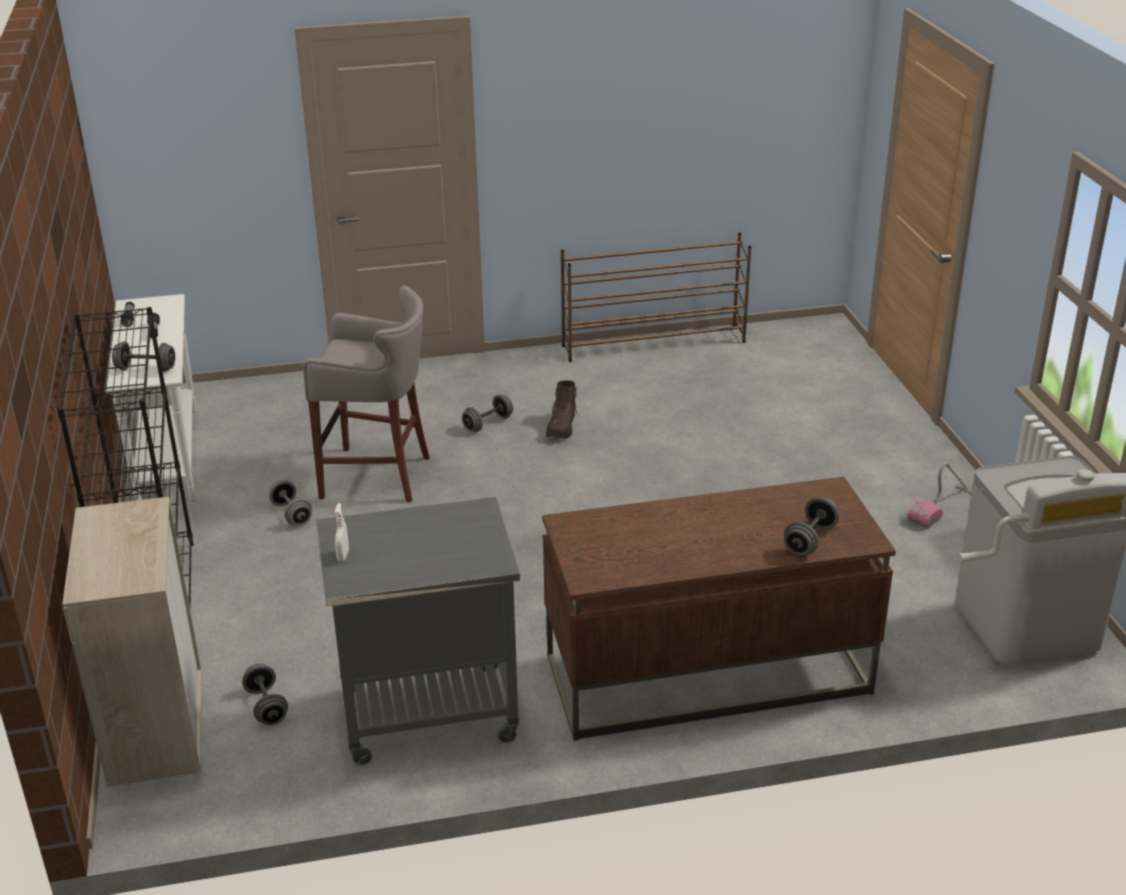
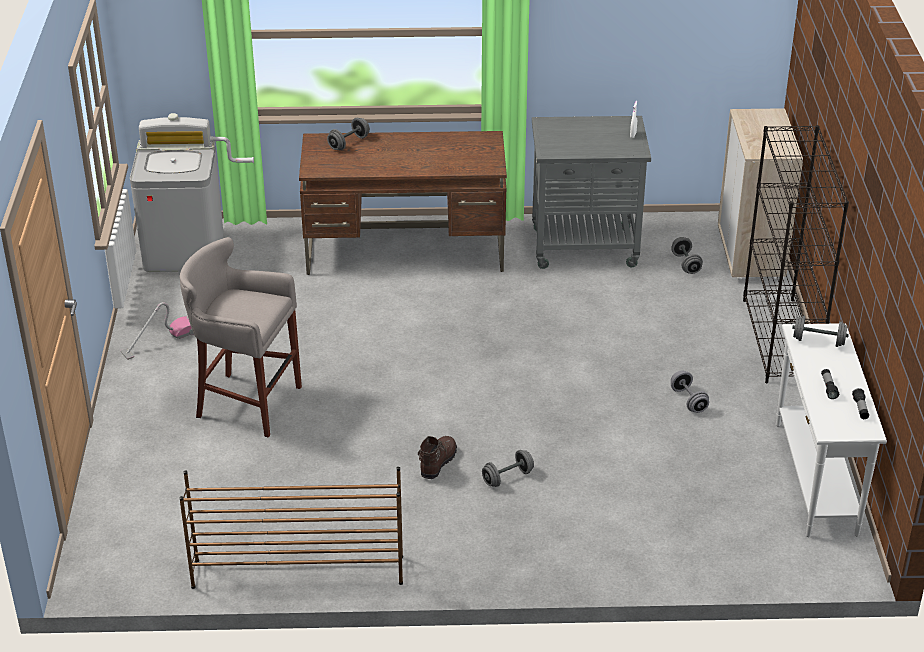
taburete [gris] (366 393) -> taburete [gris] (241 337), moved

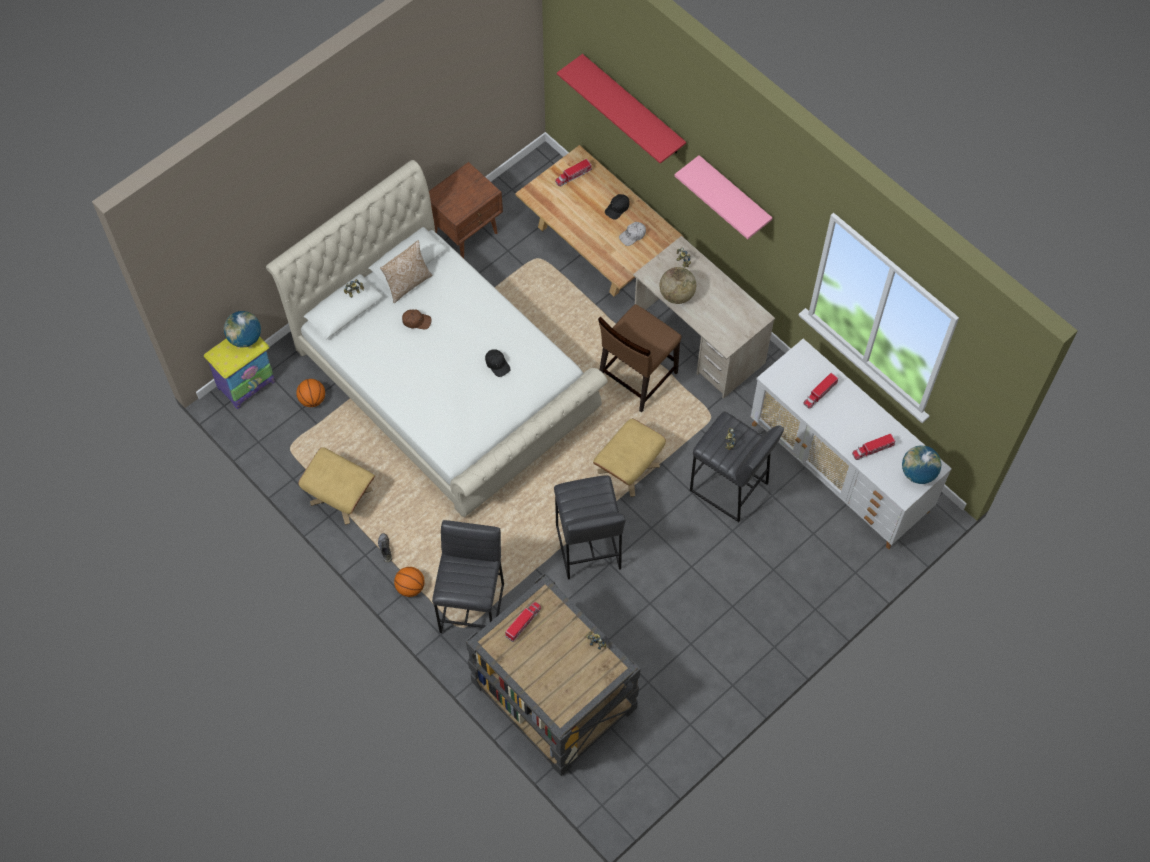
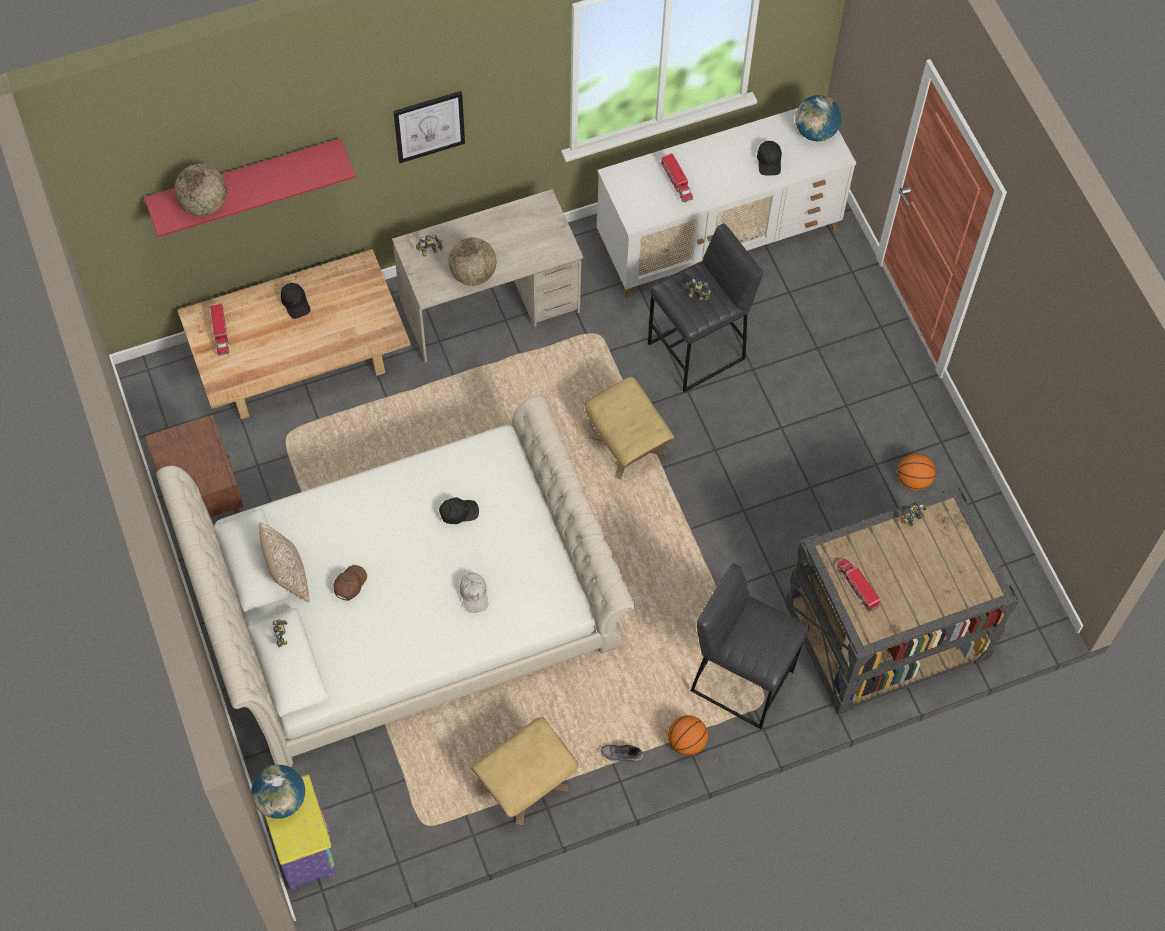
none -> globo terráqueo (200 190)
estante [rosa] (723 197) -> cuadro (429 127)
gorra [blanco] (632 234) -> gorra [blanco] (474 593), moved
camión de juguete (873 447) -> gorra [negro] (769 158)
balón de baloncesto (310 393) -> balón de baloncesto (917 472), moved
taburete [gris] (590 527) -> none
silla [marrón] (639 358) -> none

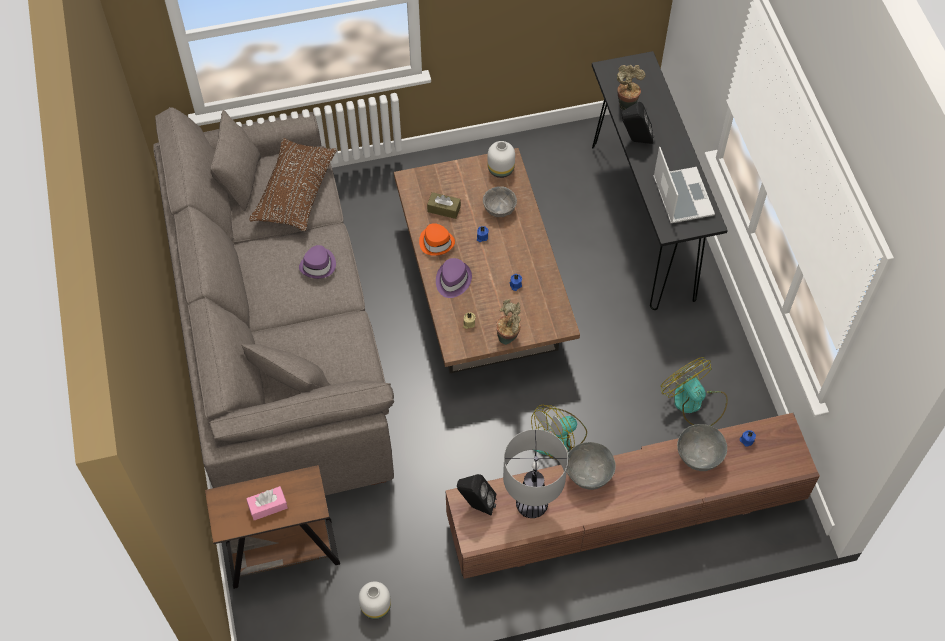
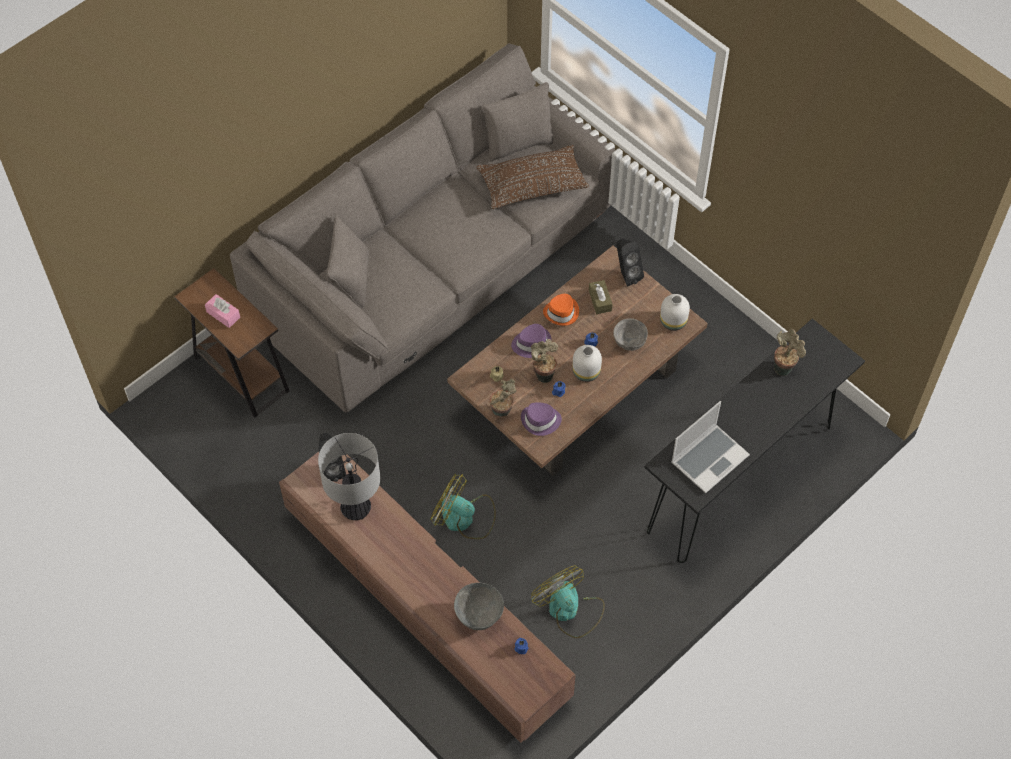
sombrero [morado] (317 262) -> sombrero [morado] (541 419), moved
none -> planta en maceta (544 361)
ventilador (694 391) -> ventilador (568 601), 60 degrees counterclockwise
florero [blanco] (375 600) -> florero [blanco] (587 363), moved
altavoz [negro] (637 123) -> altavoz [negro] (630 262), moved
cuenco [gris] (591 466) -> none

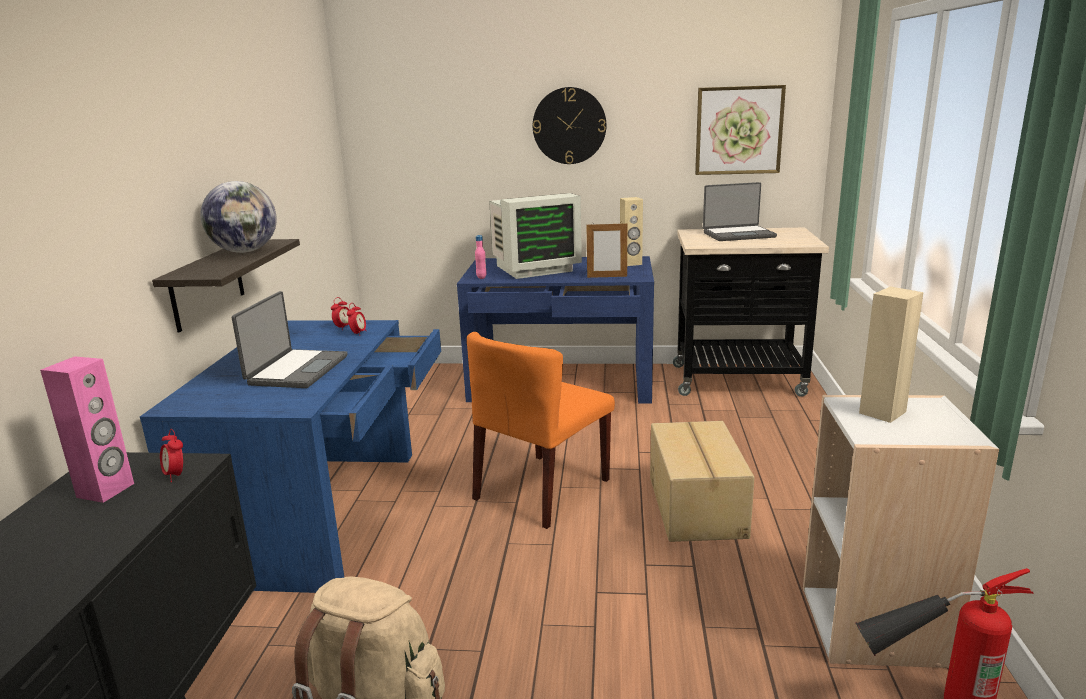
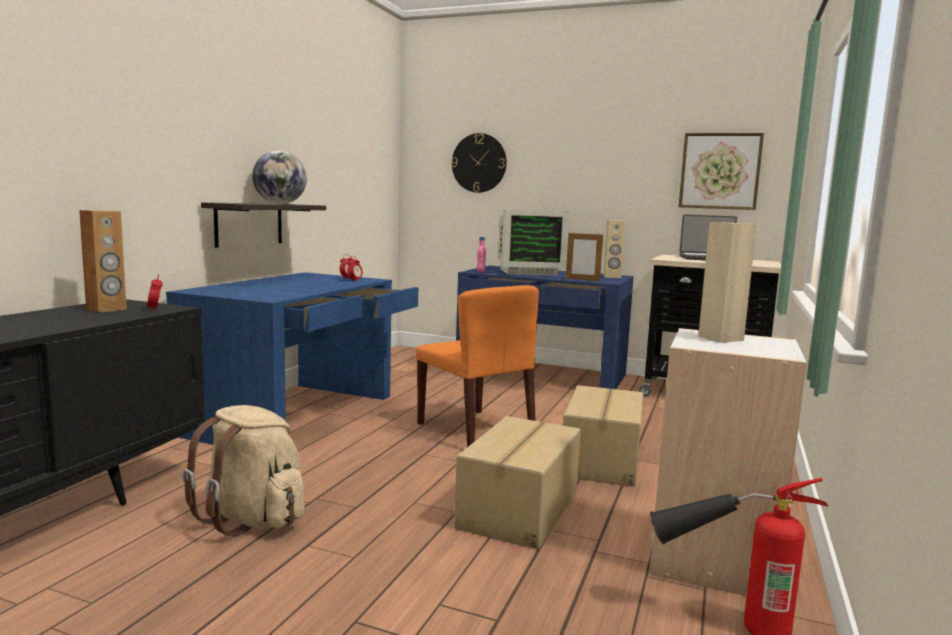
altavoz [rosa] (87 429) -> altavoz [marrón] (103 261)
silla [naranja] (541 430) -> silla [naranja] (477 366), 90 degrees counterclockwise
reloj de pared (569 125) -> reloj de pared (479 163), moved
none -> caja de cartón (517 483)
portátil (290 339) -> none

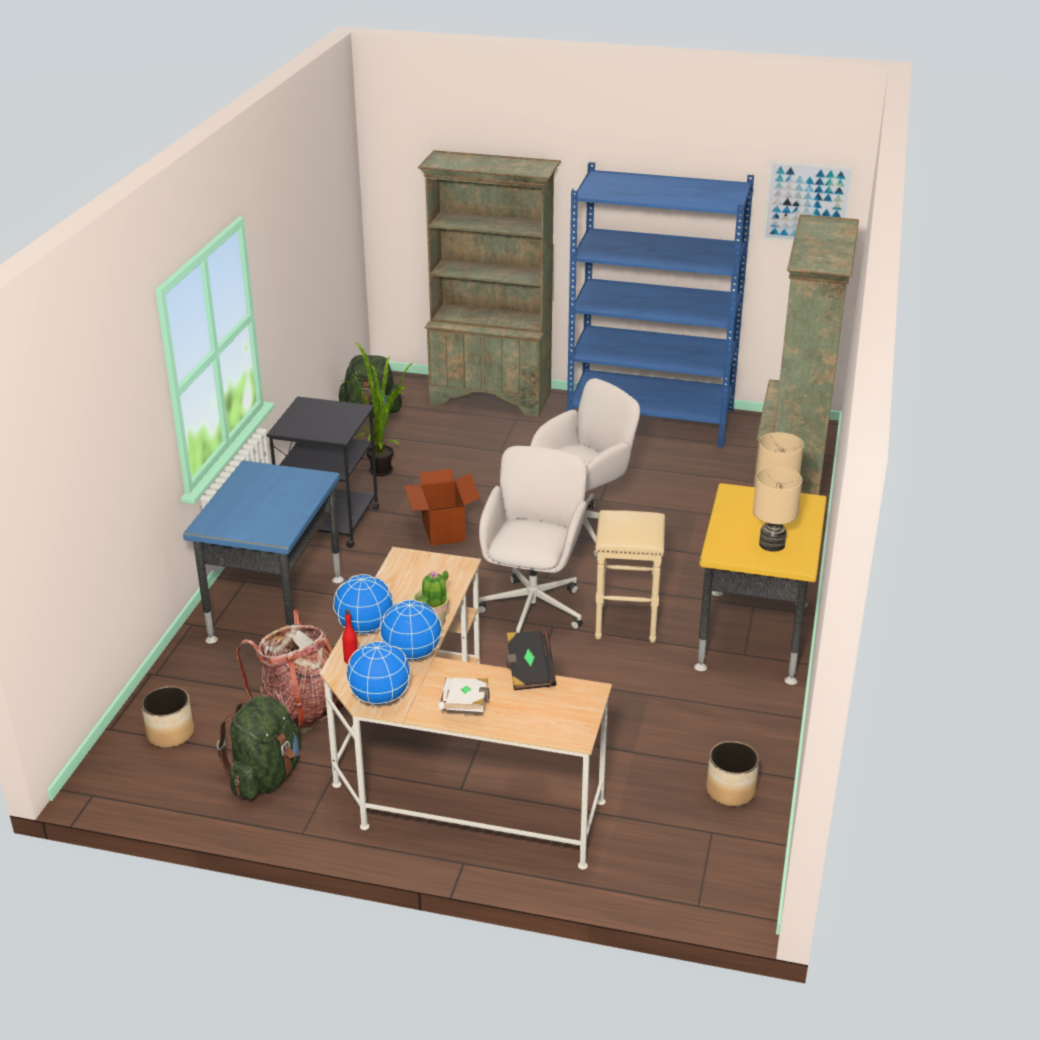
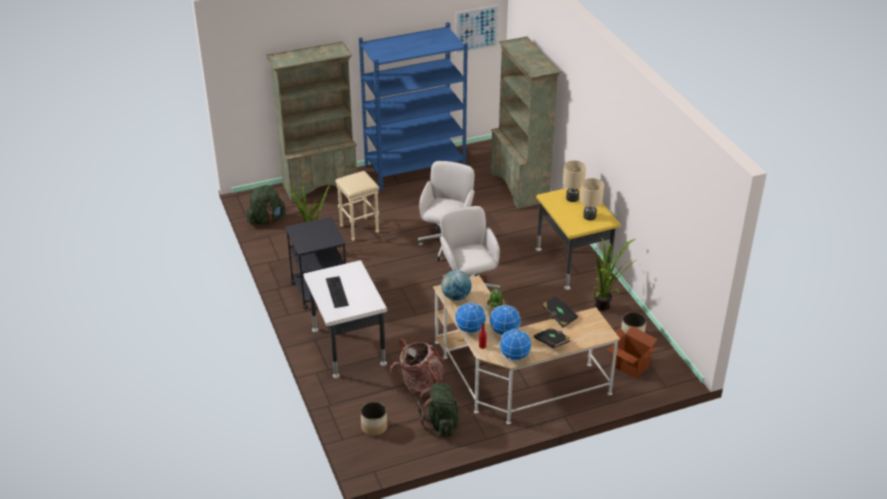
escritorio [azul] (263 552) -> escritorio [blanco] (345 319)
none -> teclado (337 292)
taburete [beis] (630 576) -> taburete [beis] (357 206), moved
none -> globo terráqueo (456 285)
libro [blanco] (464 695) -> libro [negro] (552 337)
none -> planta en maceta (614 274)
caja de cartón (442 507) -> caja de cartón (632 352), moved

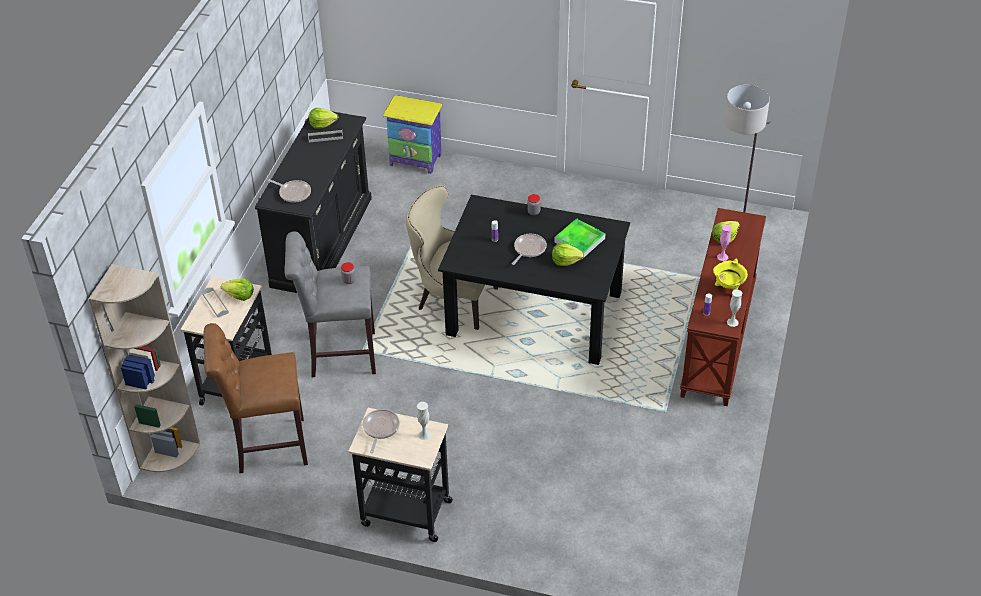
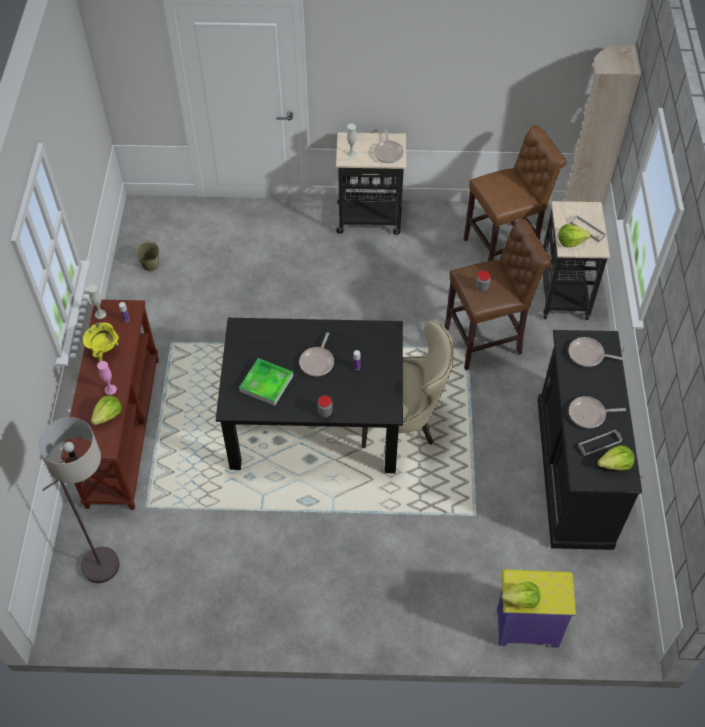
none -> cubo [beis] (147 256)
taburete [gris] (330 304) -> taburete [marrón] (498 294)
lechuga (568 254) -> lechuga (520 595), moved
none -> sartén (597 412)

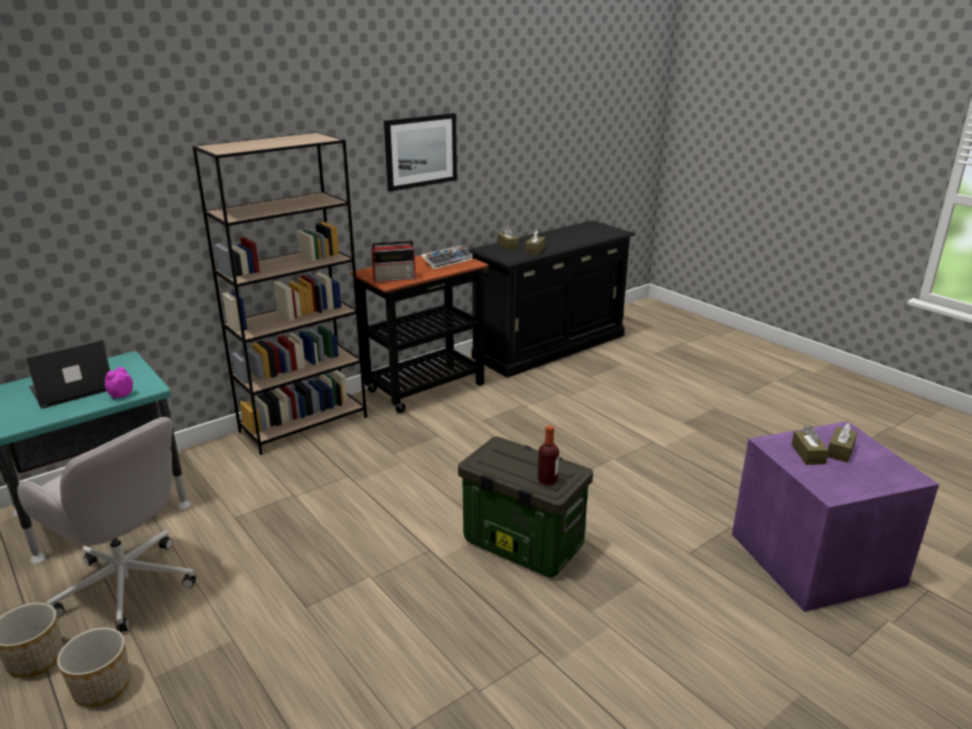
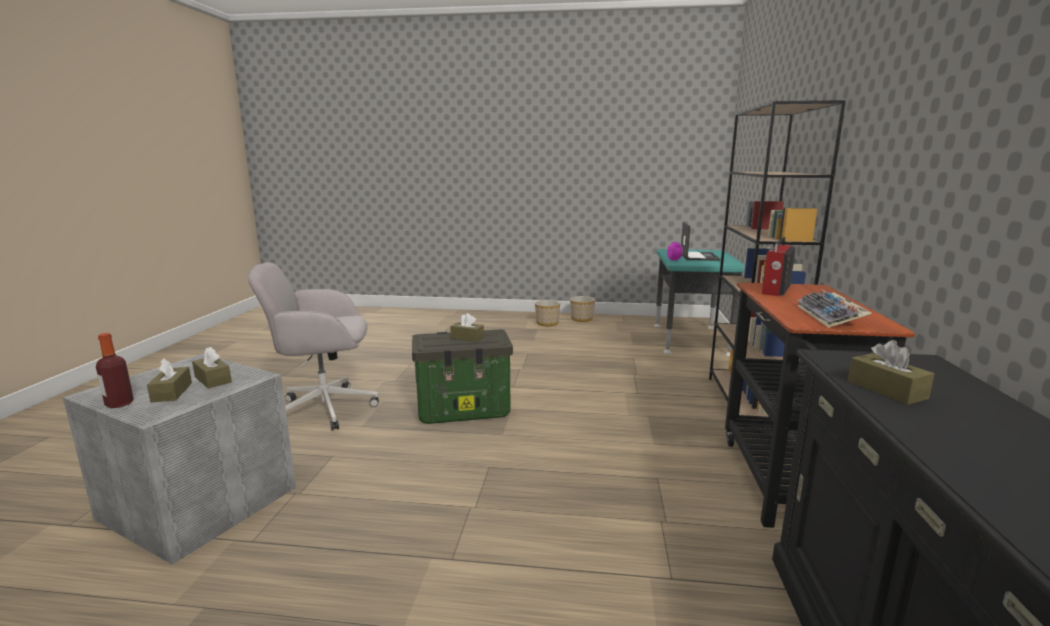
caja de almacenaje [morado] (835 516) -> caja de almacenaje [gris] (179 459)
botella (548 456) -> botella (115 370), moved
silla de oficina [gris] (106 524) -> silla de oficina [gris] (313 346), moved
caja de pañuelos [marrón] (508 238) -> caja de pañuelos [marrón] (467 327), moved
cuadro (420 152) -> none

